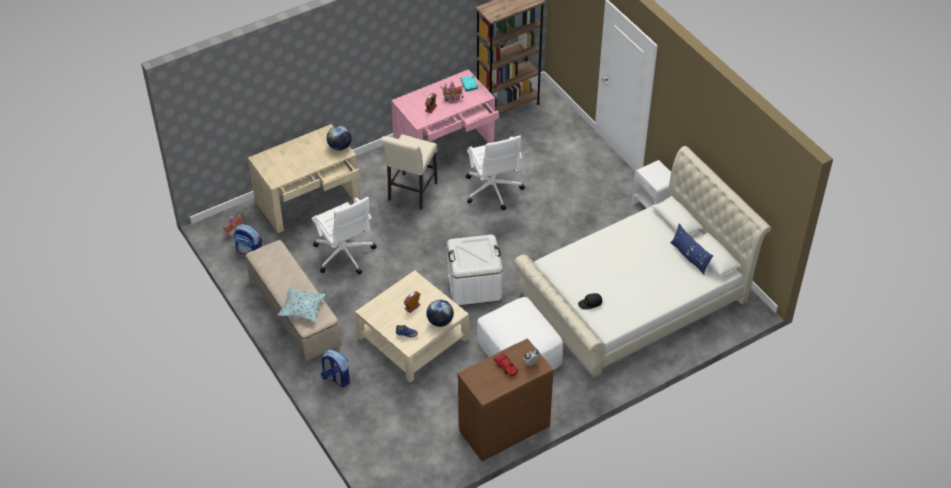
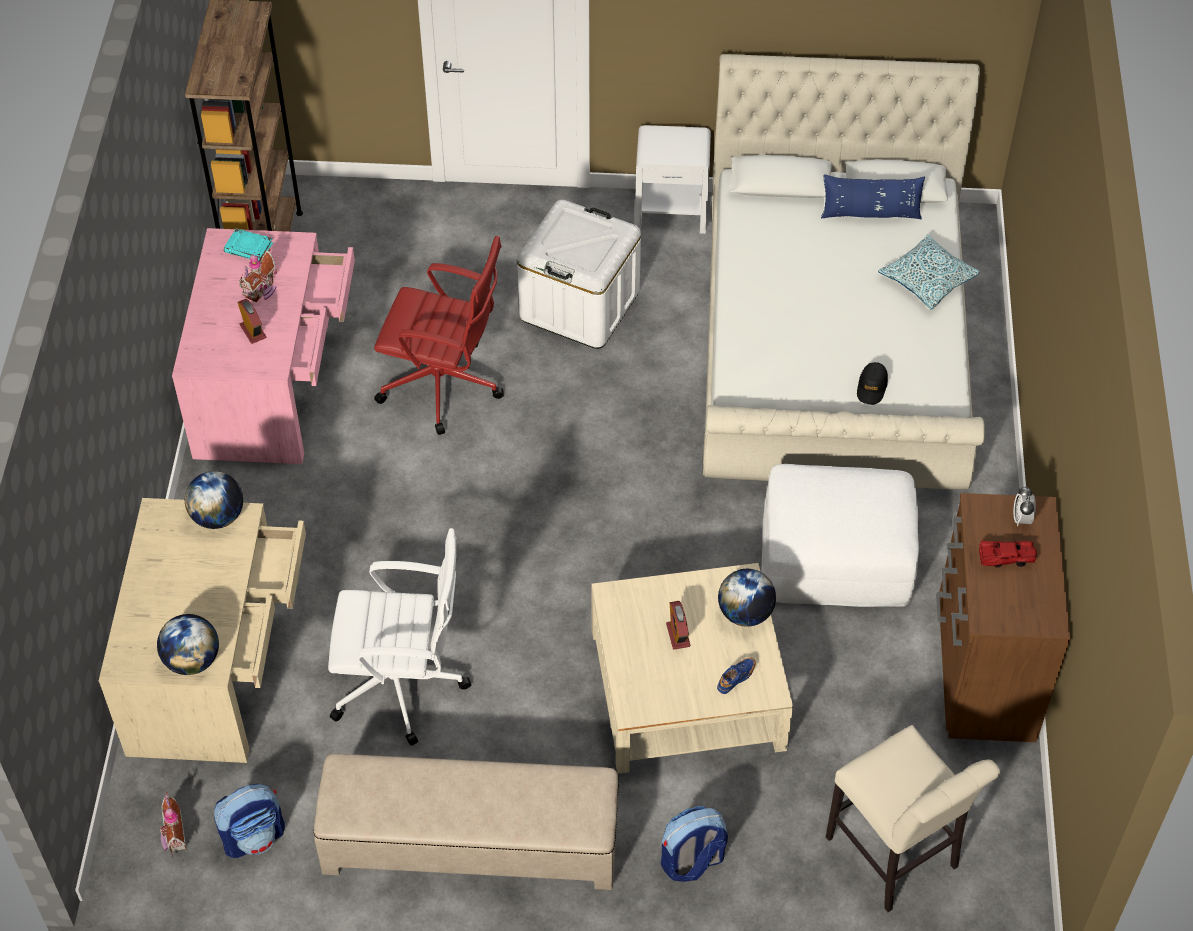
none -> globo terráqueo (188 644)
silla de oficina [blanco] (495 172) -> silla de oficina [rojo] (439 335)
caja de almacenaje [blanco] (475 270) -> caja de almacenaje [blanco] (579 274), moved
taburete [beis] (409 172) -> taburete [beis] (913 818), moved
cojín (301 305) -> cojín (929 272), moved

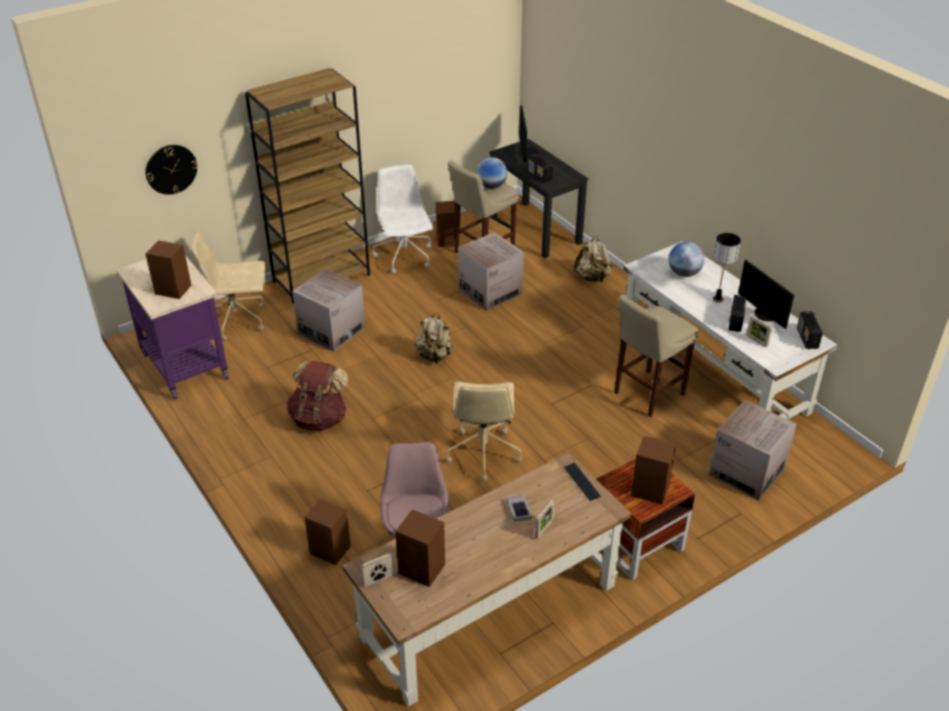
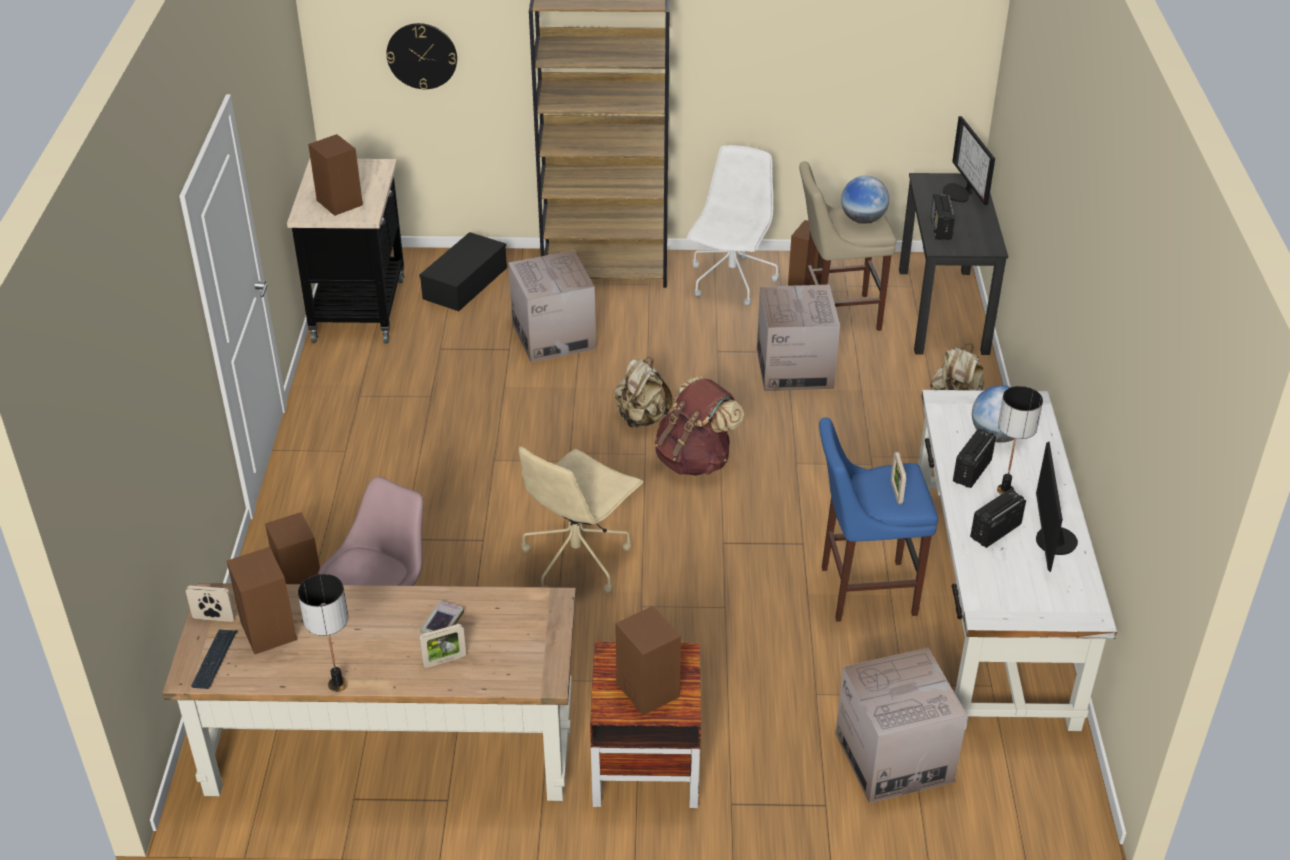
teclado (582 481) -> teclado (214 659), moved
carrito [morado] (172 327) -> carrito [negro] (346 251)
none -> lámpara de mesa (323 633)
silla de oficina [beis] (228 286) -> caja de almacenaje [negro] (463 271)
mochila [marrón] (317 396) -> mochila [marrón] (699 426), moved
taburete [beis] (656 355) -> taburete [azul] (878 519)
portarretratos (759 331) -> portarretratos (898 478), moved
monitor (529 133) -> monitor (969 160), 135 degrees clockwise
radio (810 330) -> radio (974 458), moved

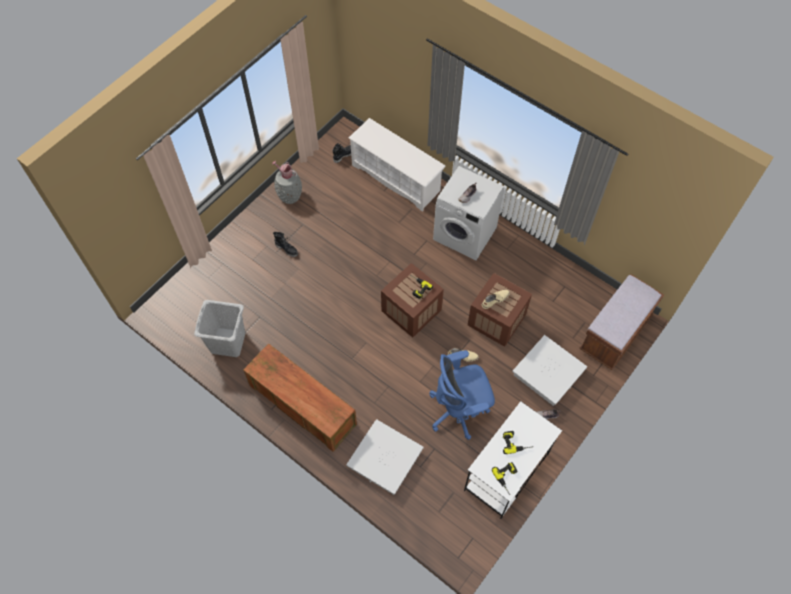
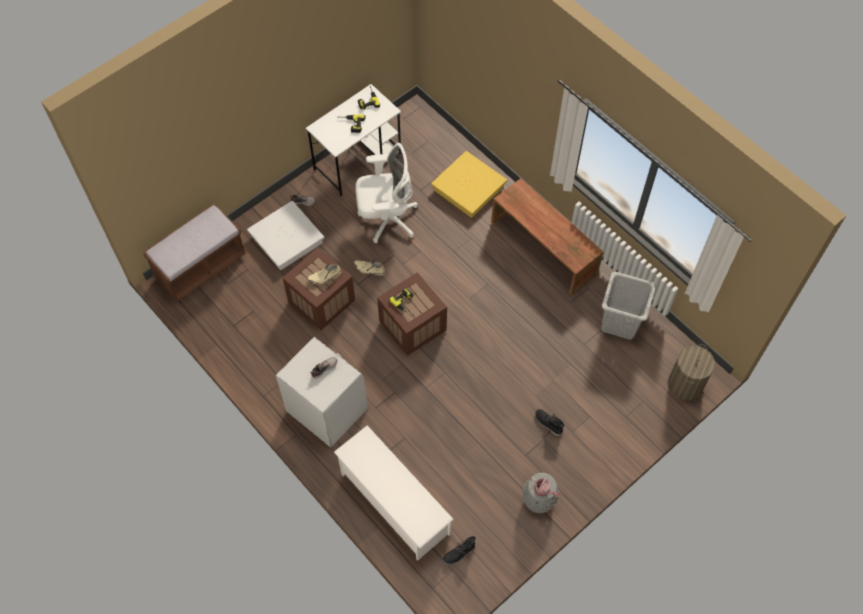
silla de oficina [azul] (462 395) -> silla de oficina [blanco] (386 193)
caja de almacenaje [blanco] (384 457) -> caja de almacenaje [amarillo] (469 184)
none -> cesto de la ropa (691 372)

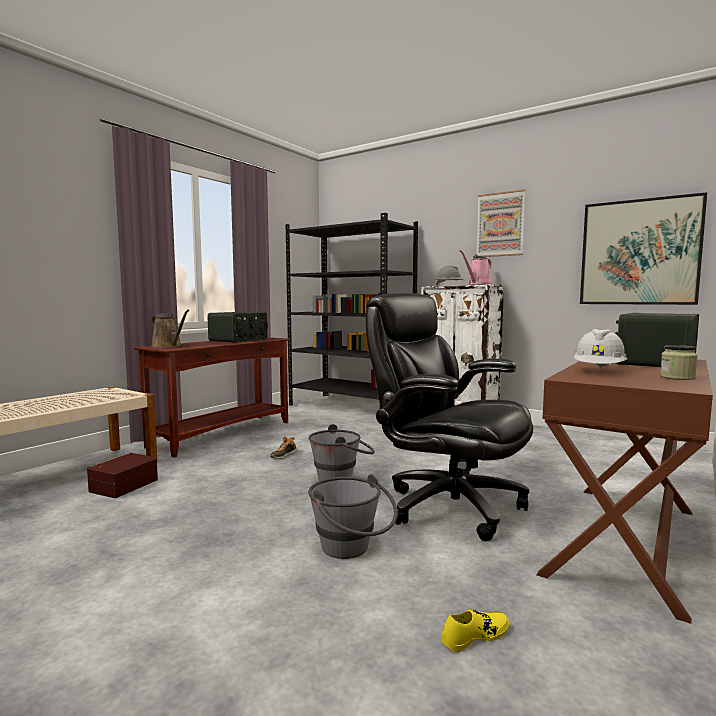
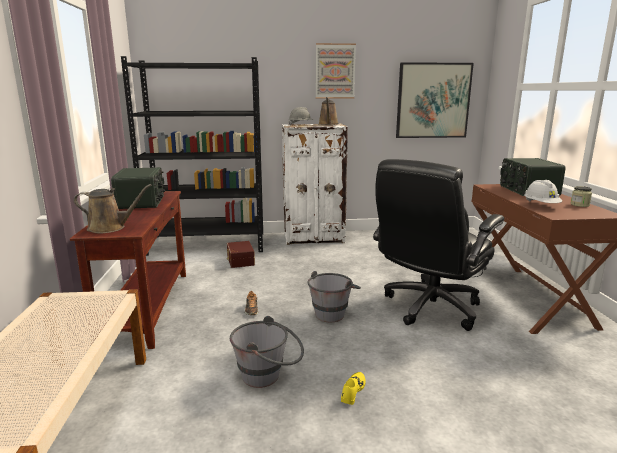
caja de almacenaje [marrón] (122 475) -> caja de almacenaje [marrón] (241 254), moved
cubo [gris] (353 516) -> cubo [gris] (267 352), moved
regadera [rosa] (476 267) -> regadera [marrón] (329 111)
zapato [amarillo] (475 631) -> zapato [amarillo] (353 388), moved
silla de oficina [negro] (449 417) -> silla de oficina [negro] (438 245), 45 degrees counterclockwise

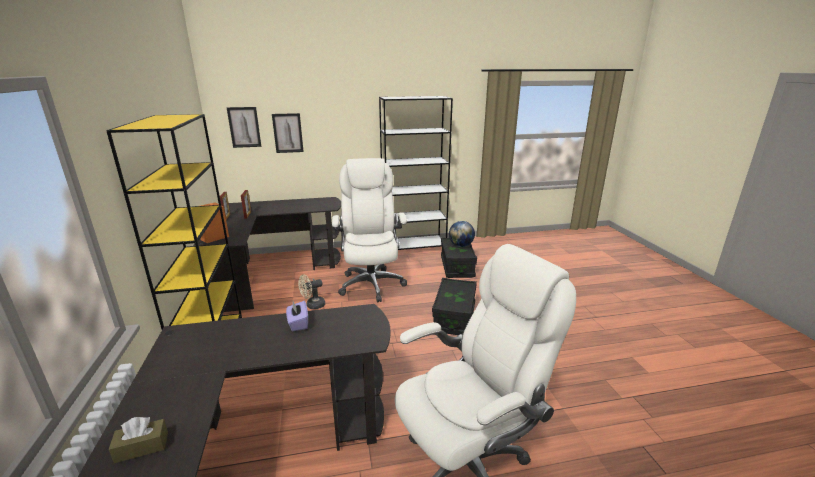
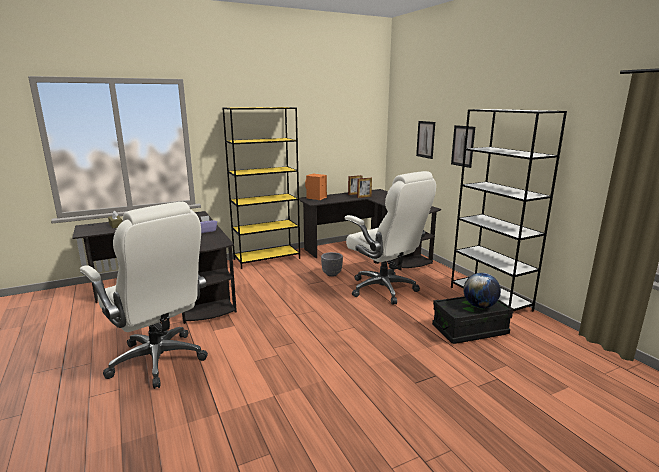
ventilador [beis] (311 291) -> maceta [gris] (332 264)
silla de oficina [blanco] (369 230) -> silla de oficina [blanco] (390 238), 75 degrees clockwise
cuadro (244 127) -> cuadro (463 146), moved
caja de almacenaje [negro] (454 306) -> none

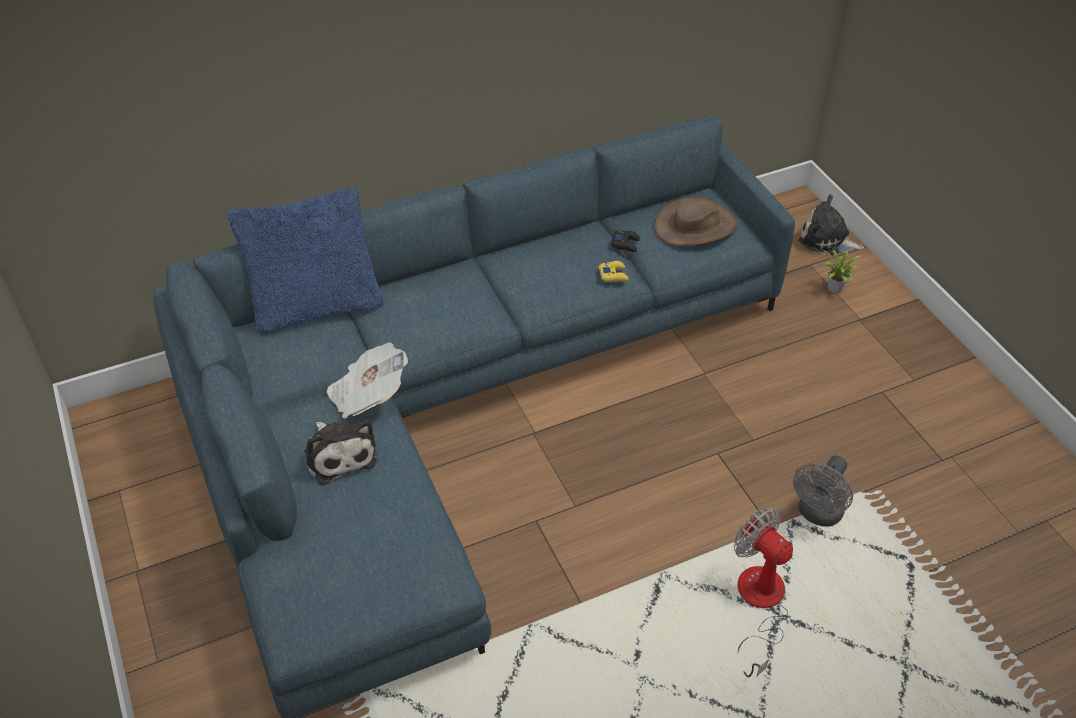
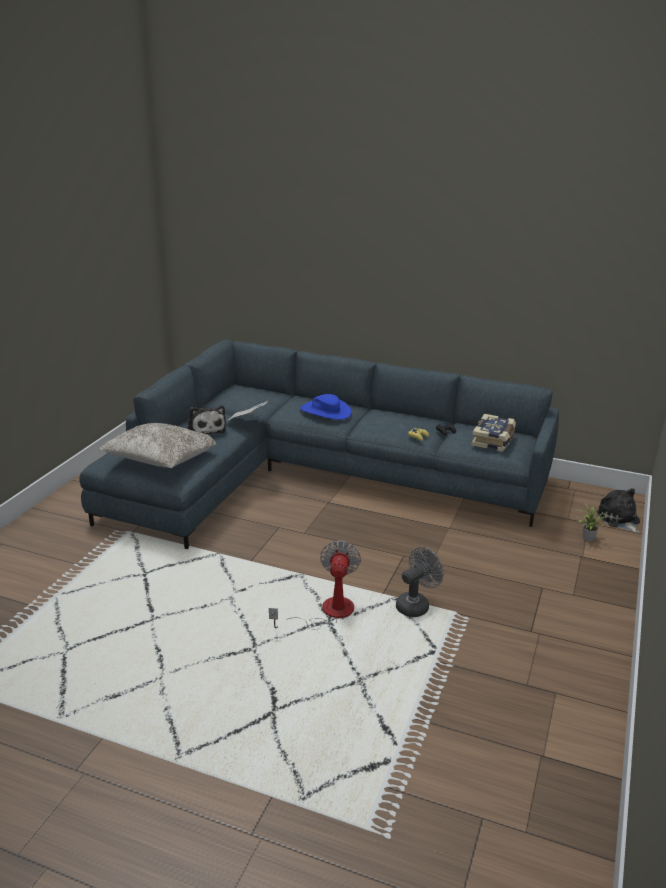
none -> cojín [beis] (158 445)
peluche (340 452) -> peluche (206 420), 45 degrees counterclockwise
none -> sombrero [azul] (326 407)
ventilador [gris] (823 491) -> ventilador [gris] (420 582), 150 degrees clockwise
sombrero [marrón] (696 221) -> libro (493 433)
cojín [azul] (305 260) -> none

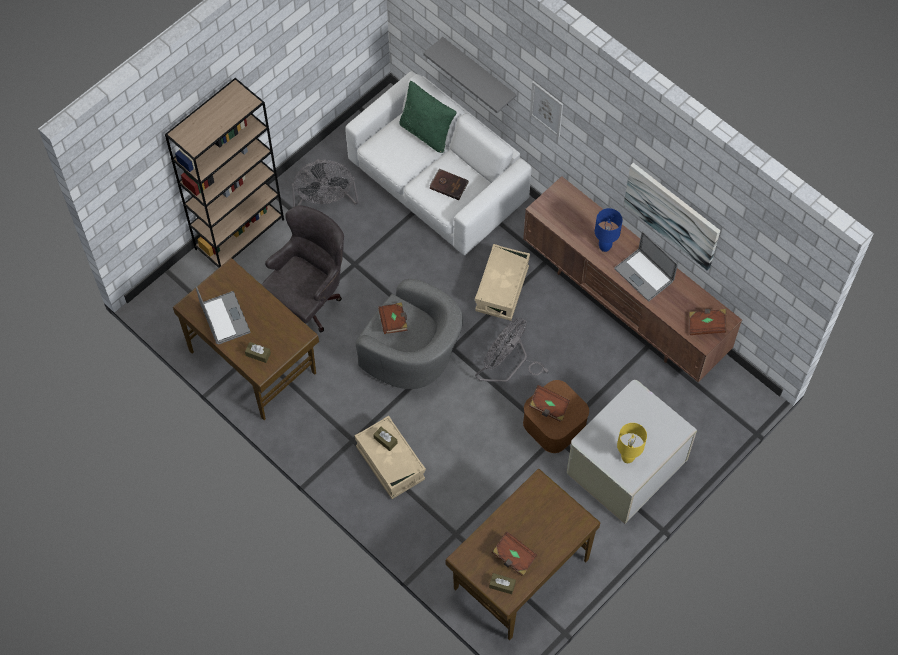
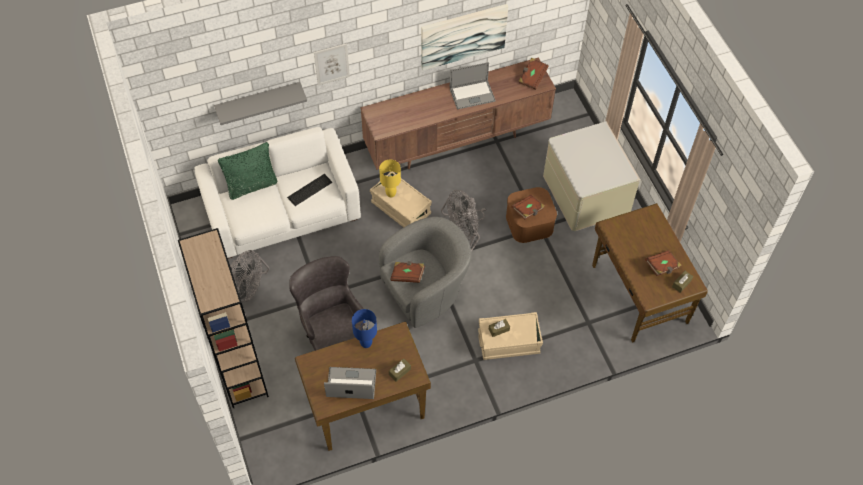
libro [marrón] (449 184) -> teclado (309 190)
lámpara de mesa [azul] (609 230) -> lámpara de mesa [azul] (364 328), moved
lámpara de mesa [amarillo] (632 443) -> lámpara de mesa [amarillo] (390 178), moved

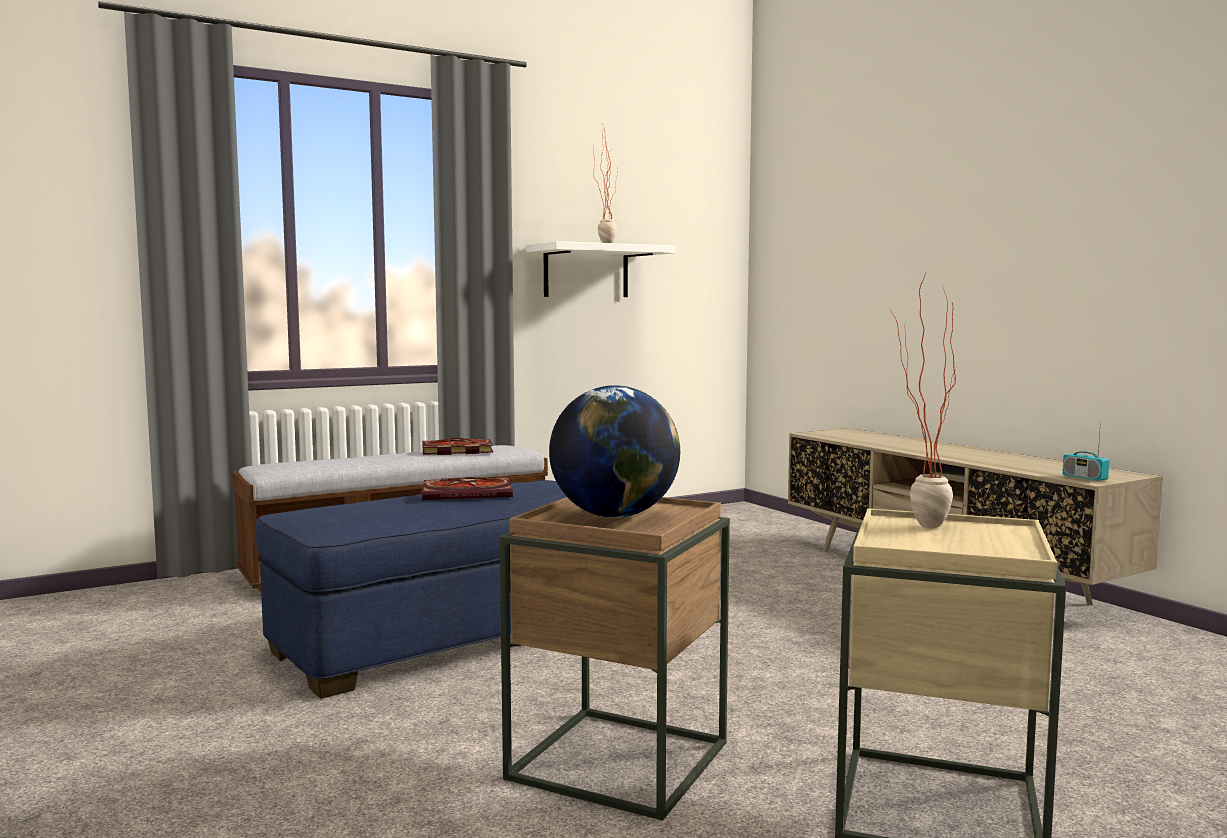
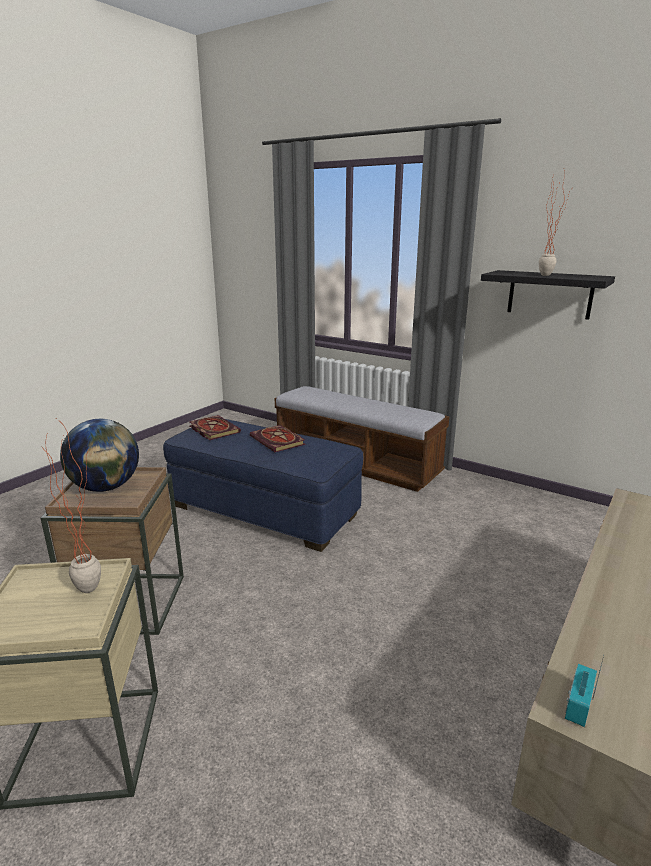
libro (457 446) -> libro (215 427), moved
estante [blanco] (600 269) -> estante [negro] (548 295)

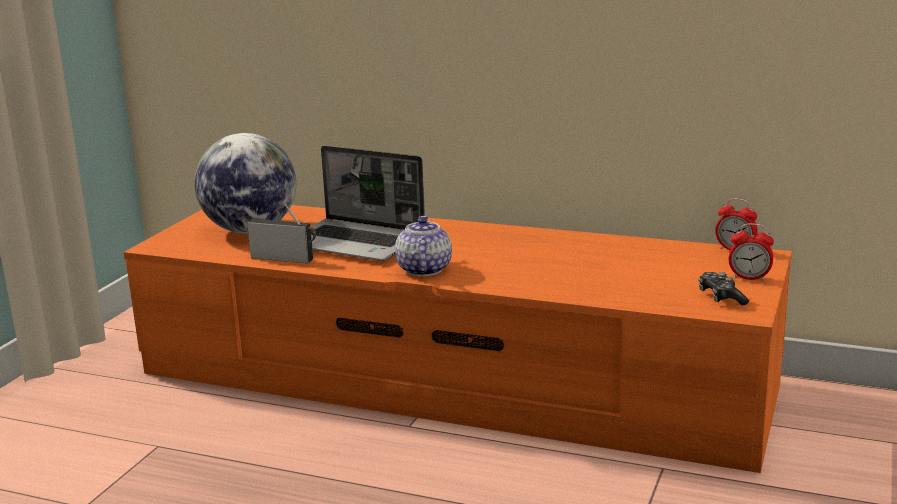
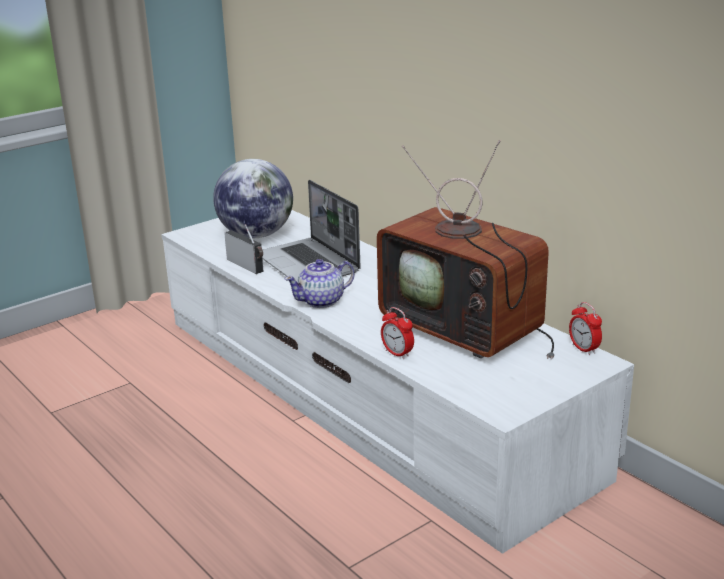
mueble de televisión [naranja] (457 339) -> mueble de televisión [blanco] (397 382)
tetera (423 246) -> tetera (319 283), 150 degrees counterclockwise
none -> televisor (465 249)
despertador (751 252) -> despertador (397 333), moved
mando de consola (723 288) -> none

